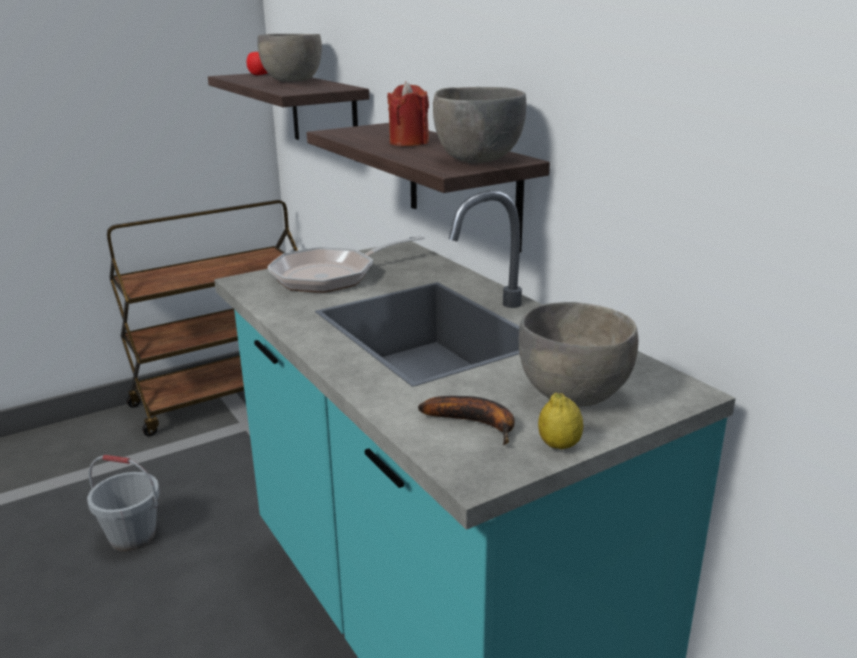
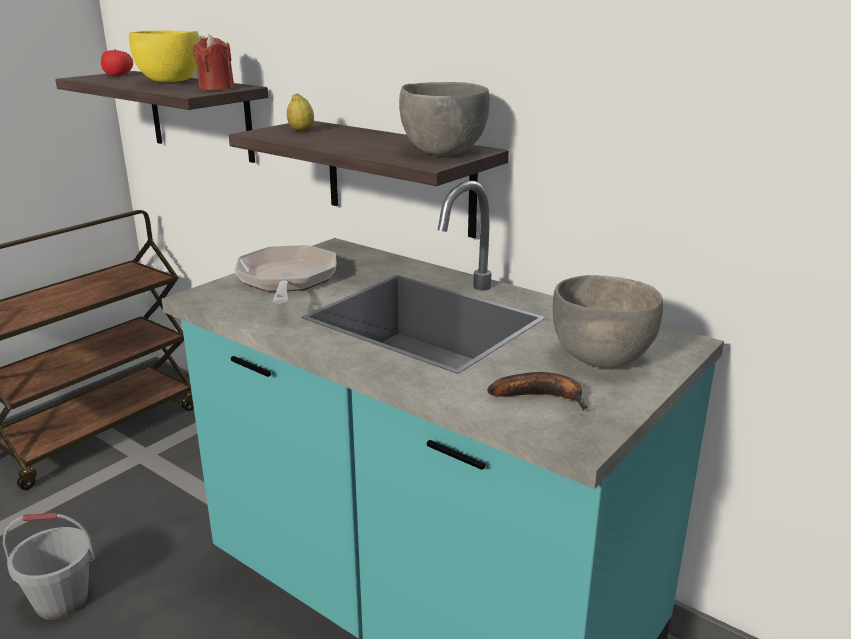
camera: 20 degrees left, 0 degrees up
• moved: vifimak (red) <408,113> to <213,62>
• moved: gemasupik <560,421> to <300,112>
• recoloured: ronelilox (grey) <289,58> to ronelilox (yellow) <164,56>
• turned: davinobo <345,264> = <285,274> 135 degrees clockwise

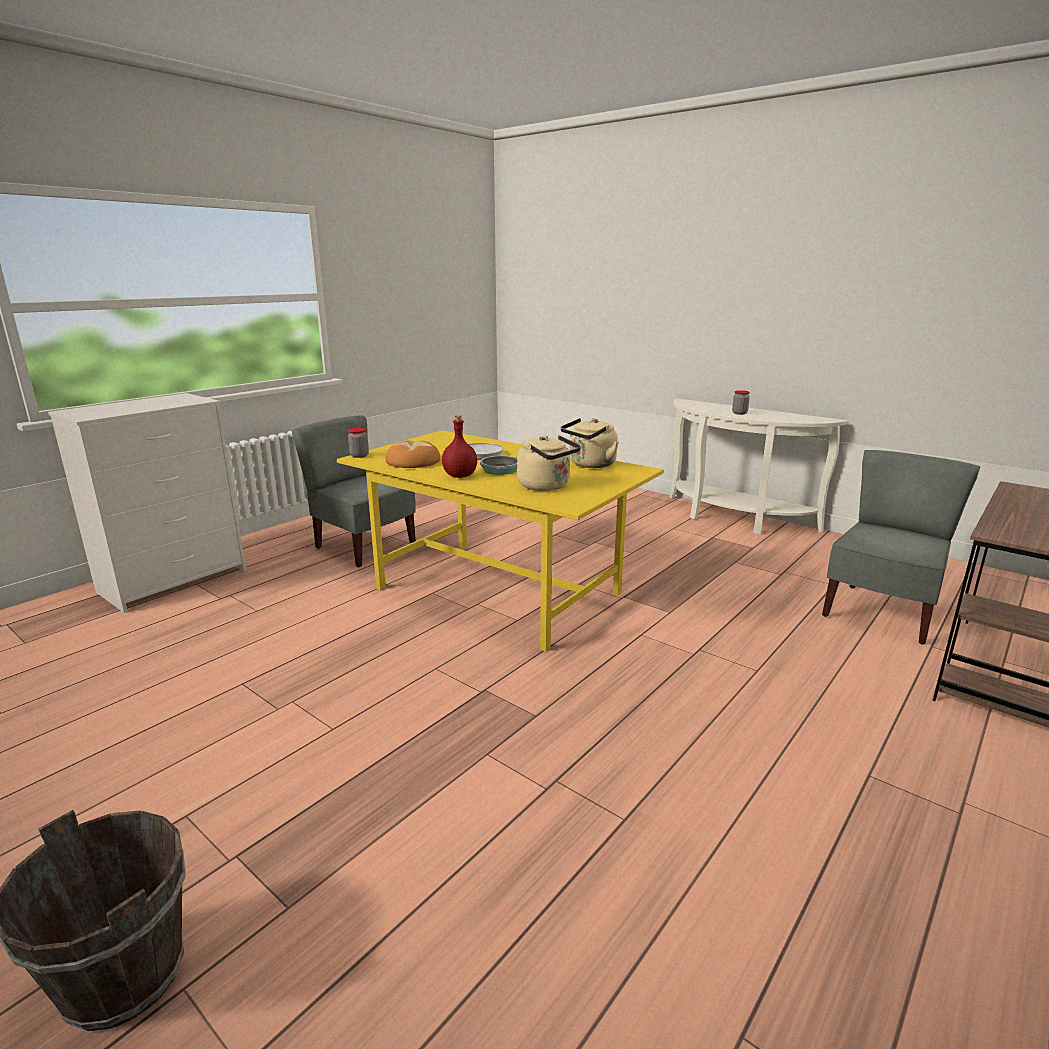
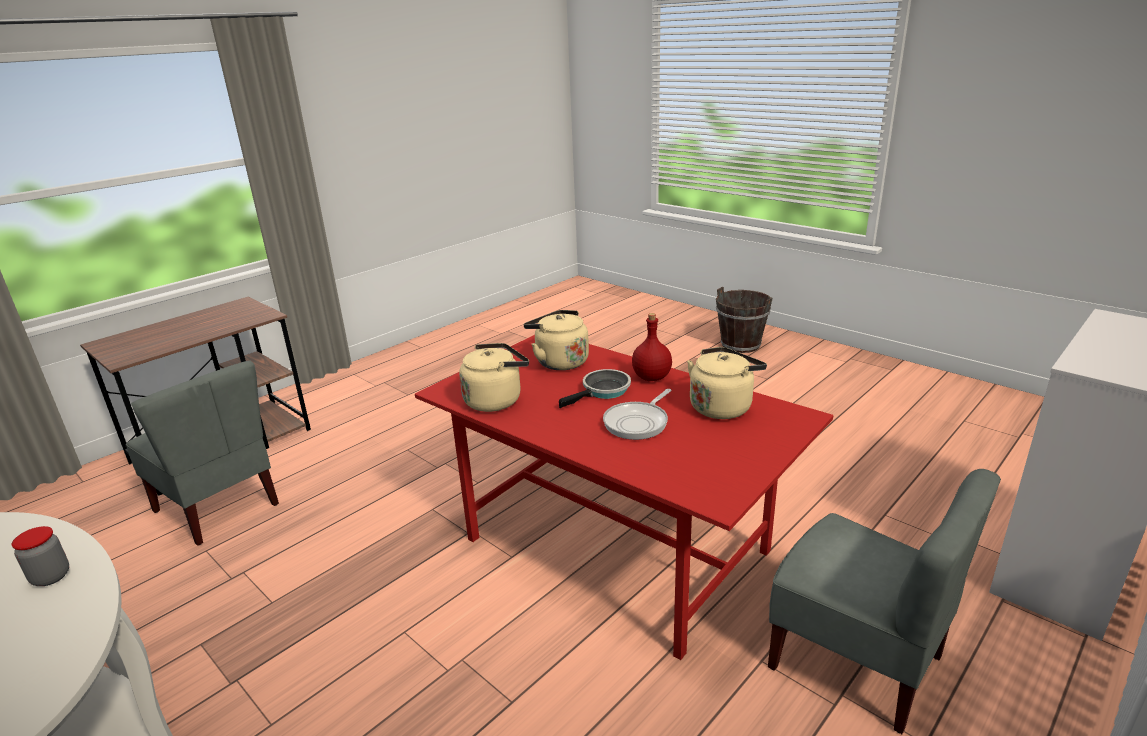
camera: 175 degrees left, 5 degrees up
• removed: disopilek <358,443>
• replaced: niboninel <412,454> to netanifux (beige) <727,383>
• recoloured: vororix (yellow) <500,541> to vororix (red) <624,497>
• turned: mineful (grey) <901,547> = <202,453> 90 degrees counterclockwise

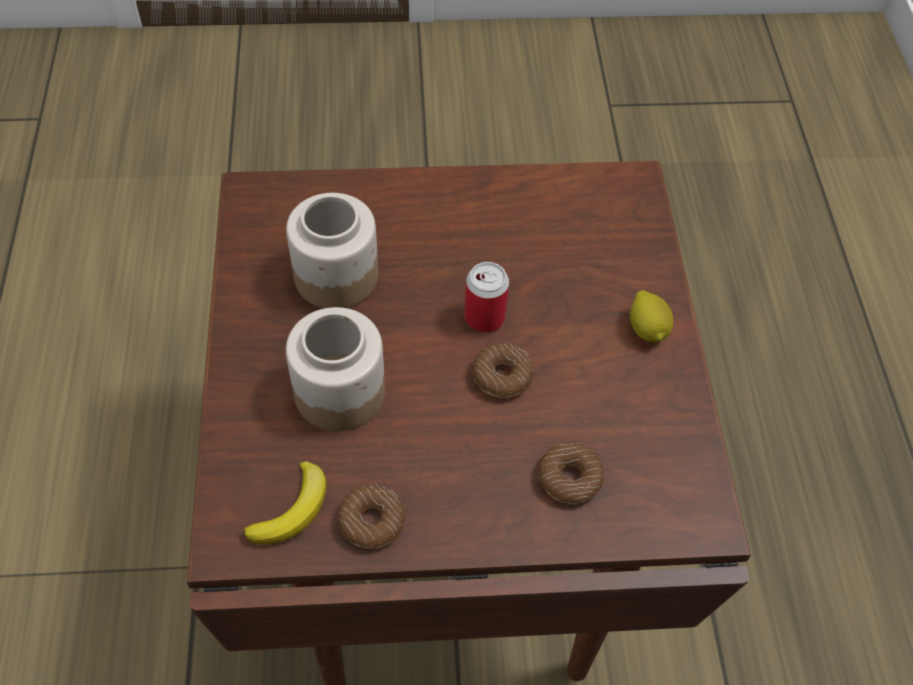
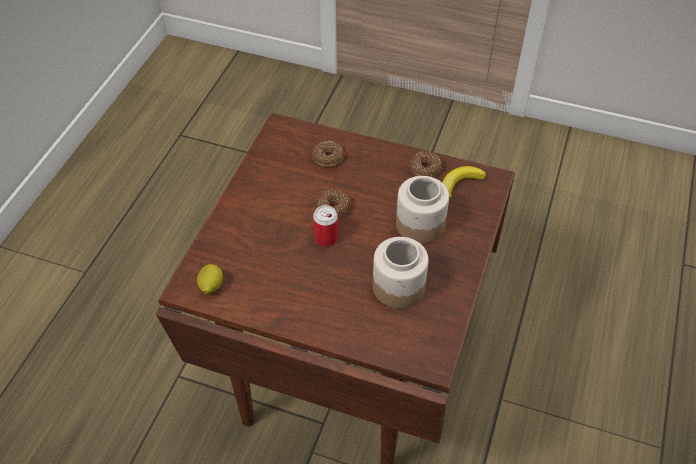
camera: 155 degrees left, 5 degrees down
• moved: gemasupik <651,316> to <210,279>

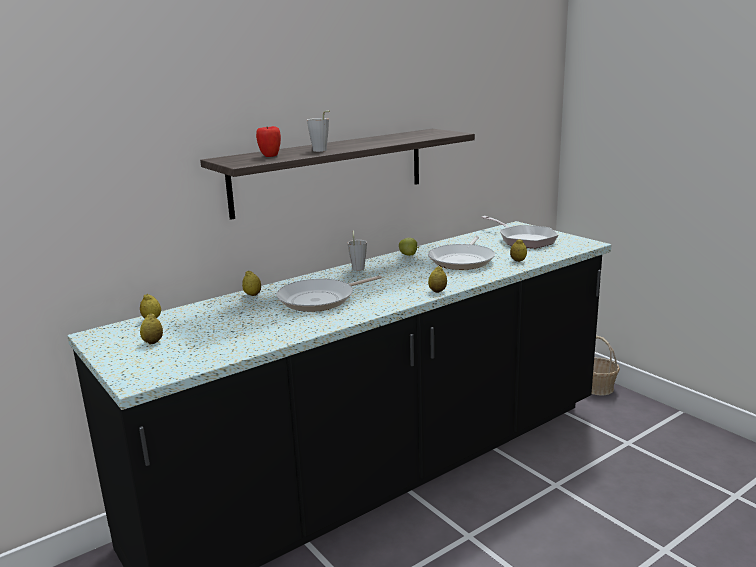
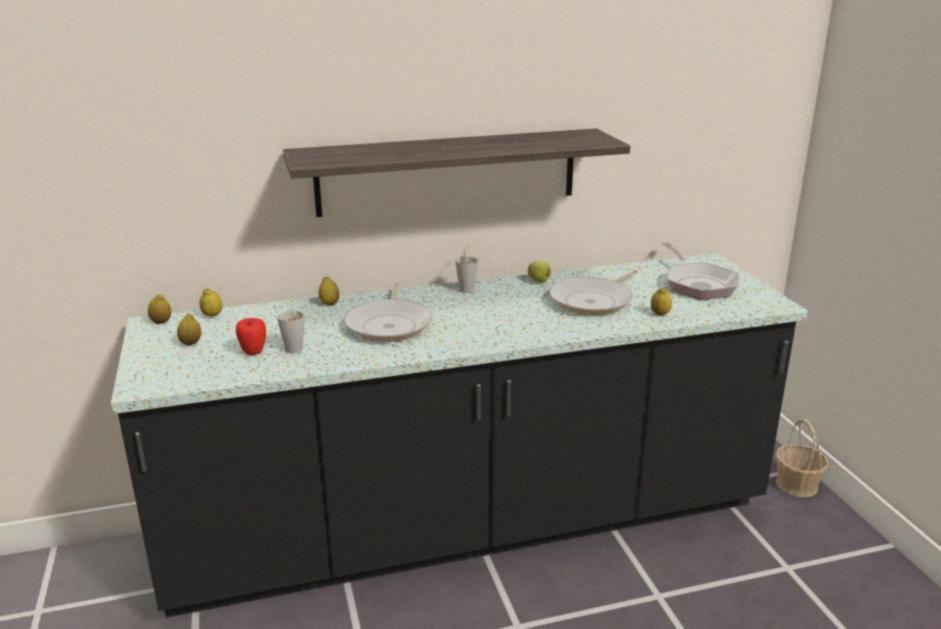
camera: 20 degrees right, 5 degrees up
• moved: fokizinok <268,141> to <251,336>
• moved: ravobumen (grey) <318,131> to <291,331>
• moved: gemasupik <437,279> to <159,309>
• turned: davinobo <329,293> = <388,312> 75 degrees counterclockwise

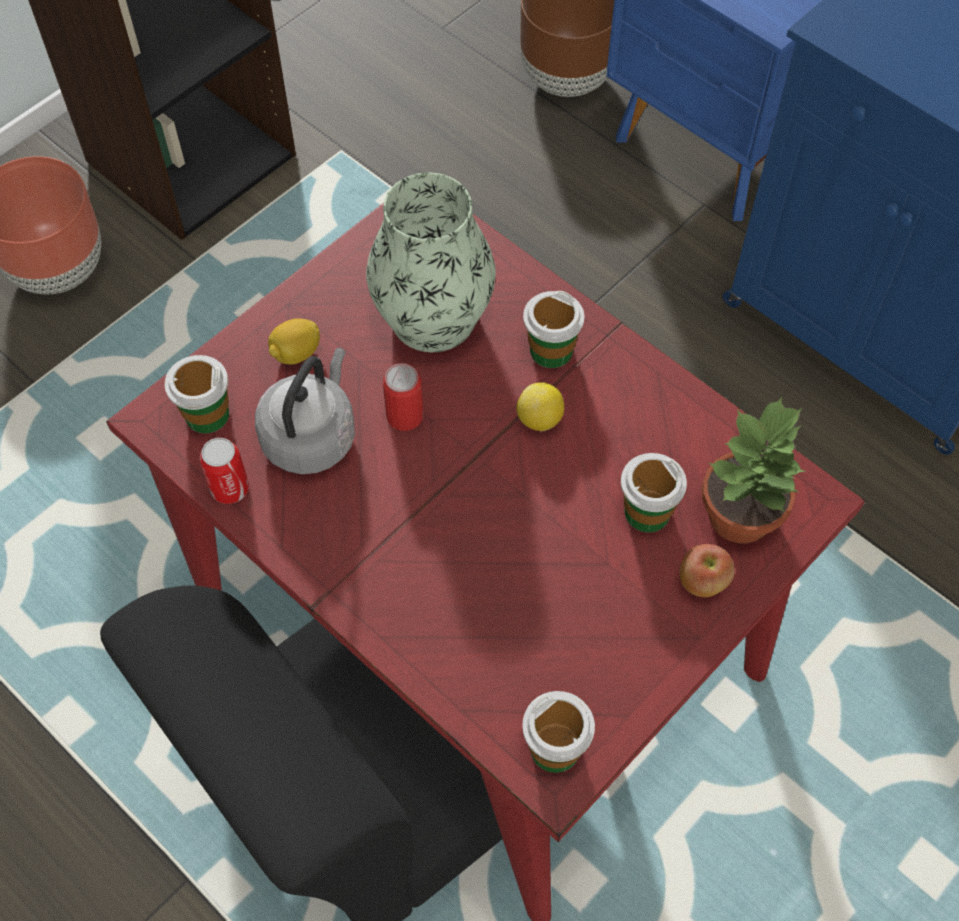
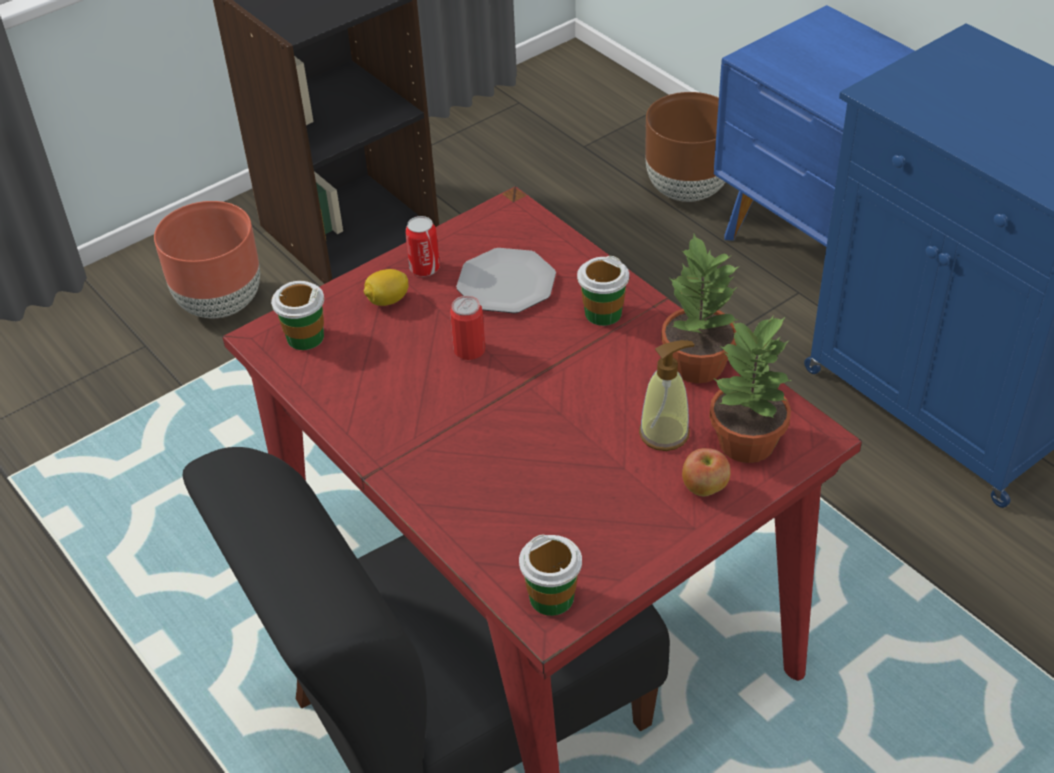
camera: 10 degrees right, 15 degrees down
• removed: netanifux (grey) <305,411>
• removed: gemasupik <540,407>
• added: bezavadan <700,308>
• moved: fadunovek <224,471> to <422,246>
• replaced: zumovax <431,262> to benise <506,280>
• replaced: ravobumen <654,492> to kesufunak <667,395>

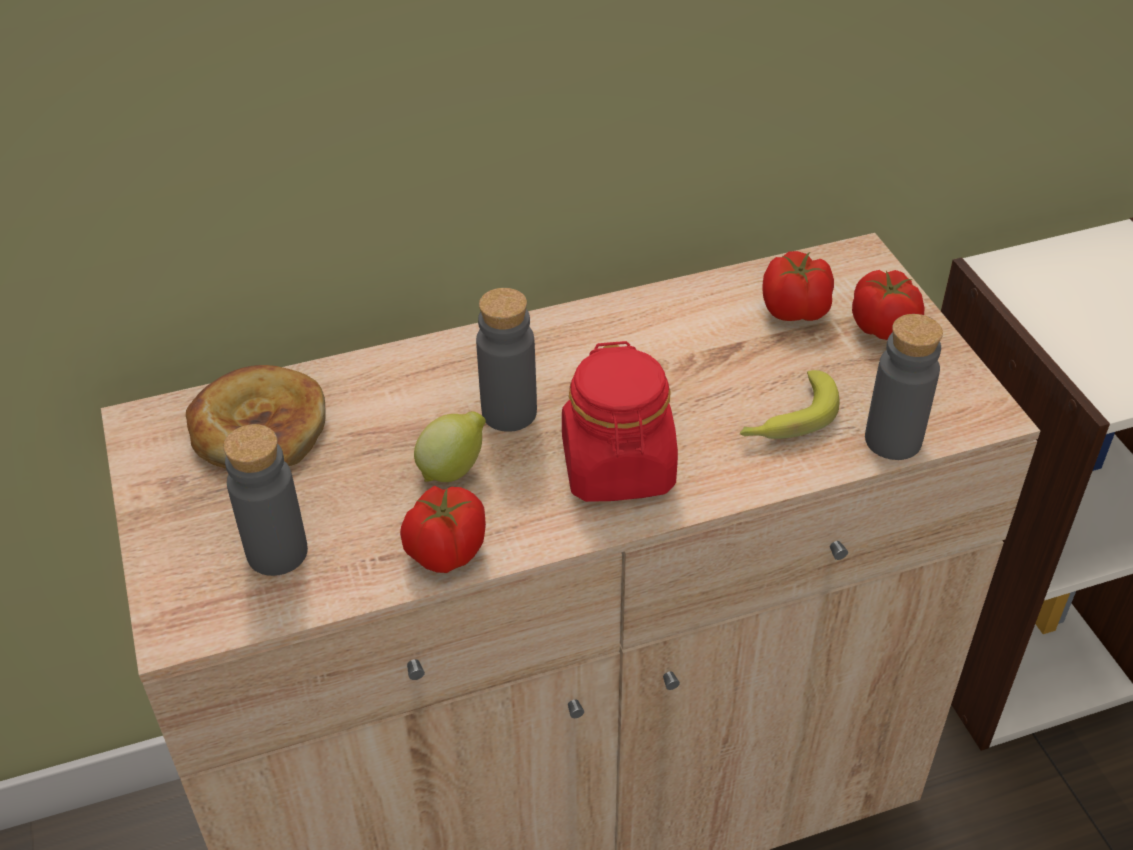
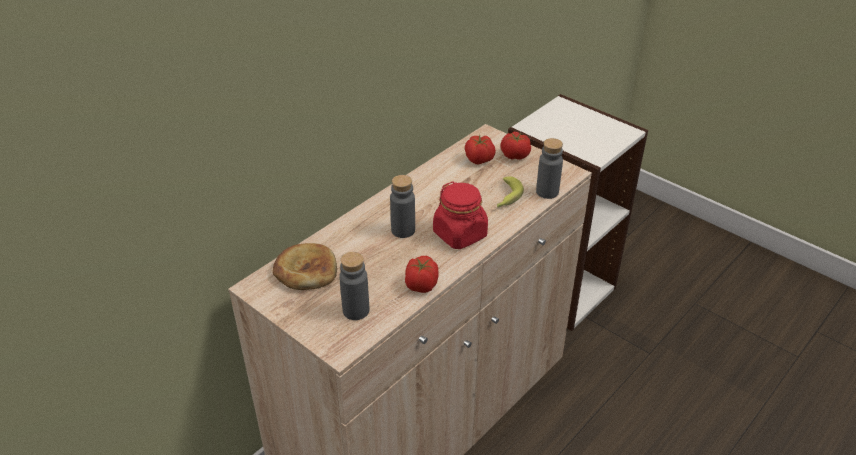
camera: 30 degrees left, 5 degrees down
• removed: gemasupik <450,446>

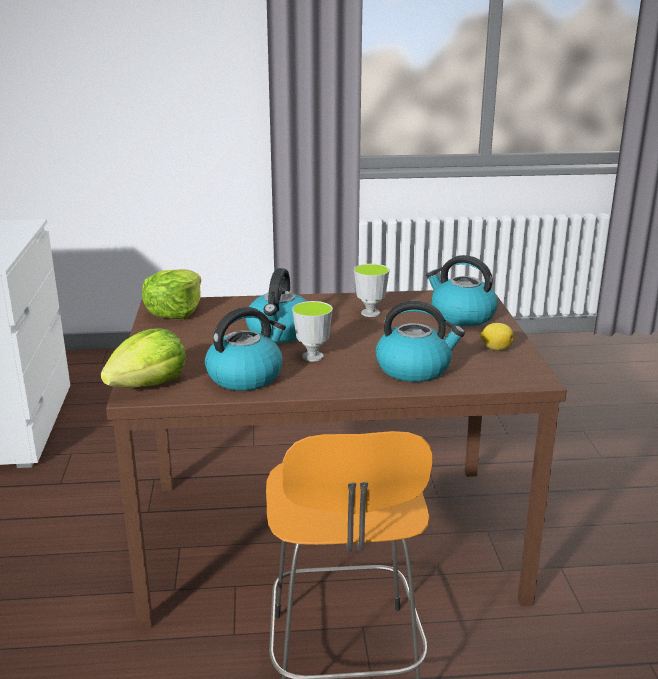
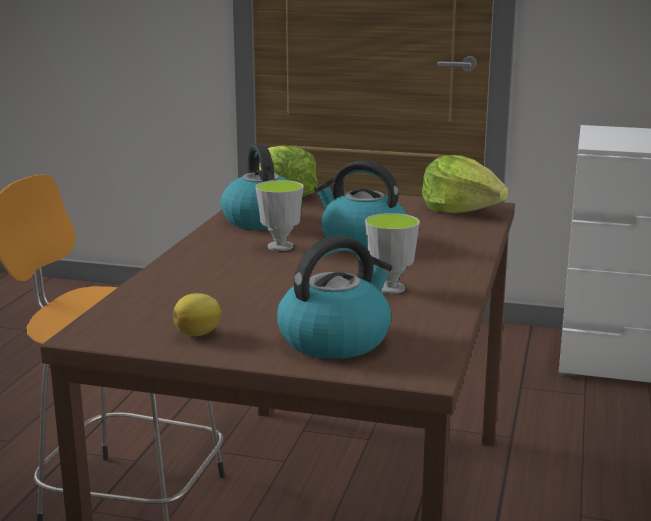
camera: 110 degrees right, 5 degrees down
• removed: netanifux <420,341>

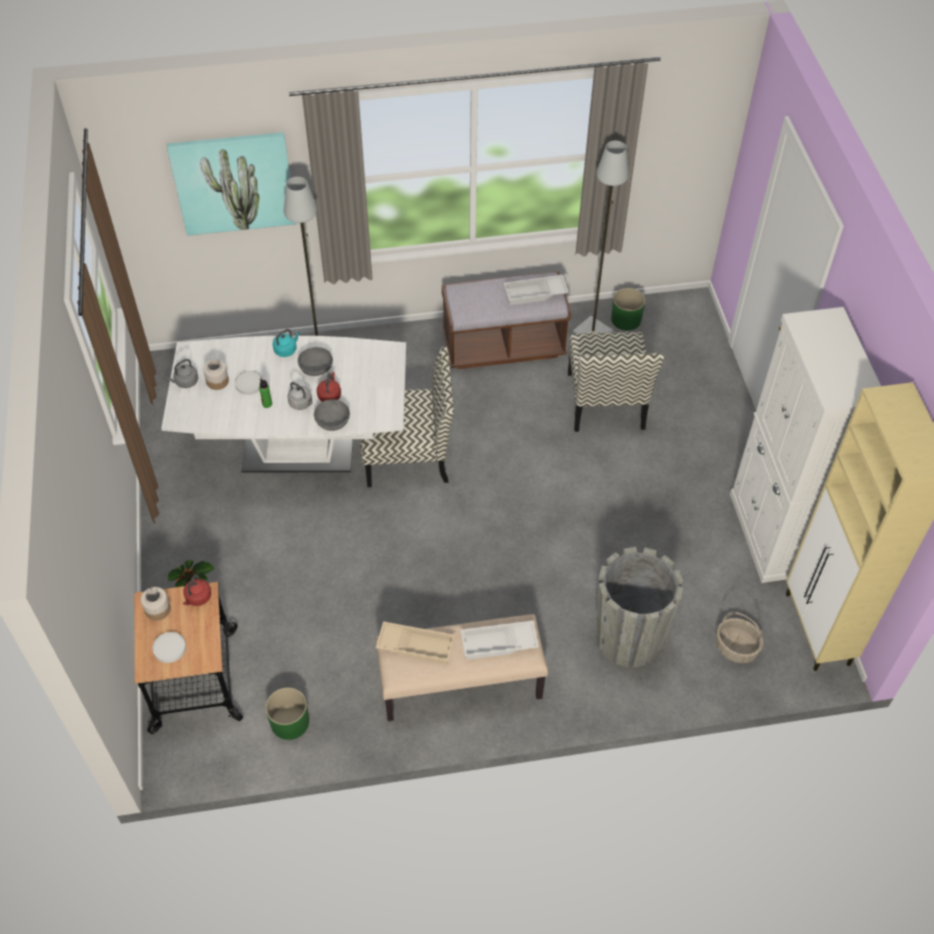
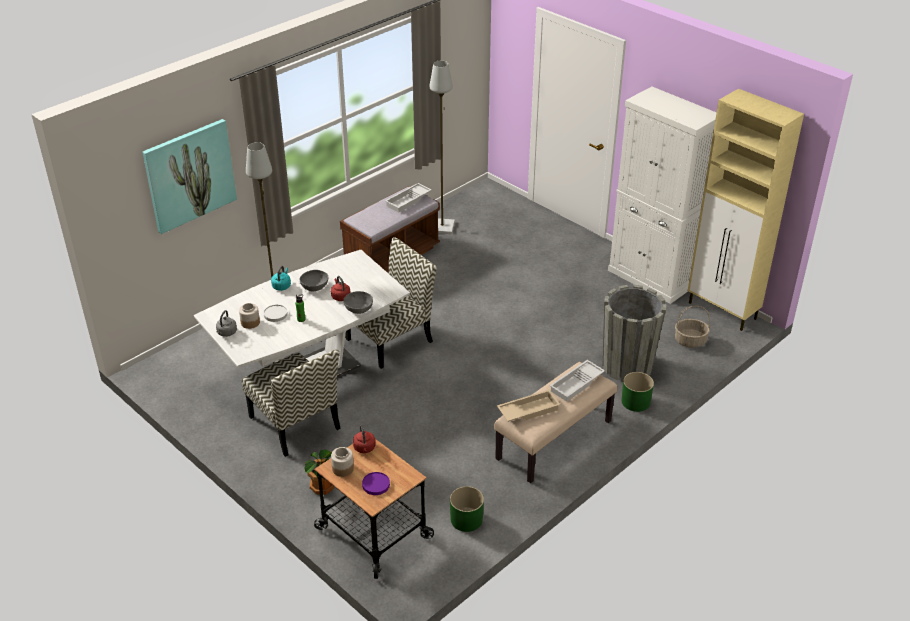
camera: 35 degrees left, 15 degrees down
• removed: netanifux (grey) <300,396>
• moved: mineful <616,382> to <291,403>
• moved: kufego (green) <628,309> to <637,392>
• recoloured: benise (white) <169,647> to benise (purple) <376,483>

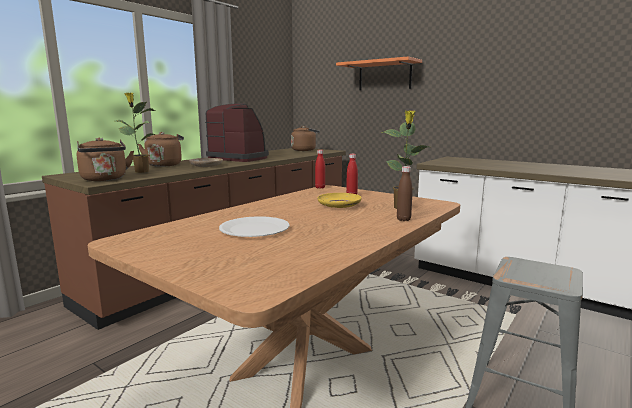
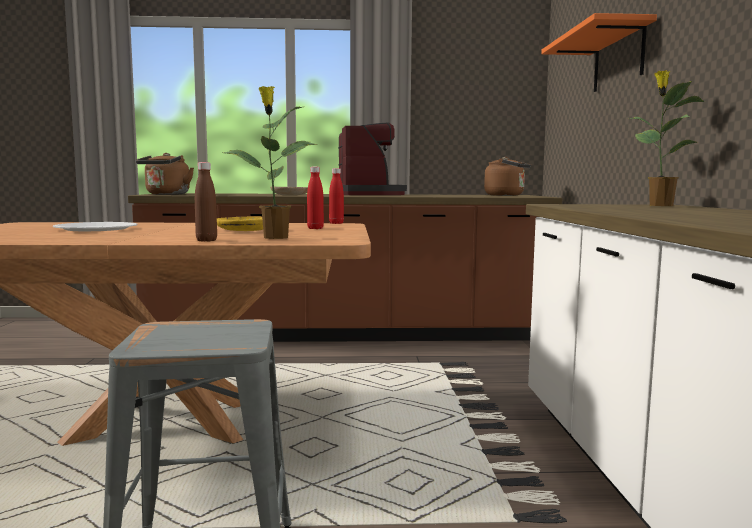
camera: 50 degrees right, 5 degrees down
• removed: netanifux (brown) <161,149>
• moved: bezavadan <135,132> to <667,138>

